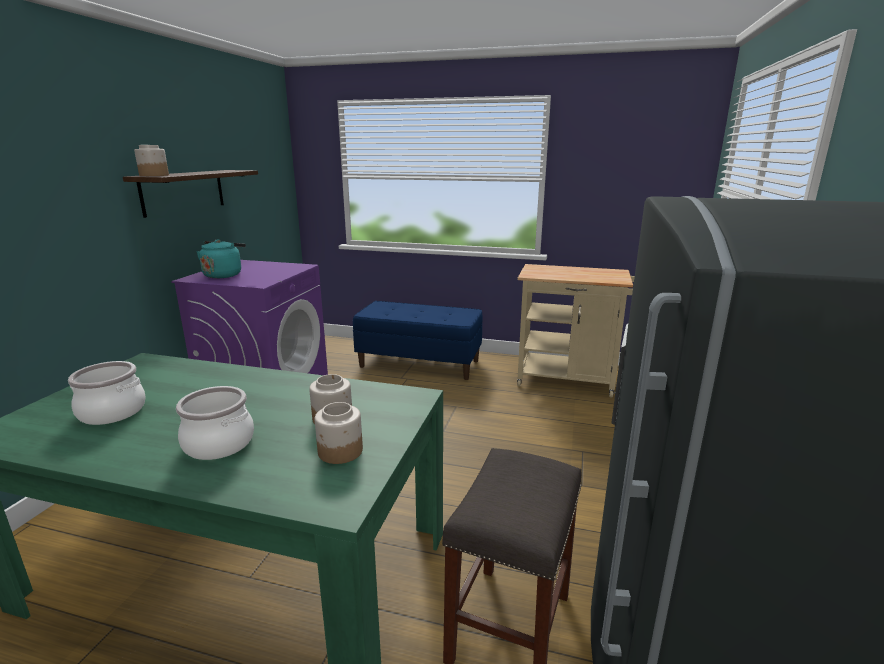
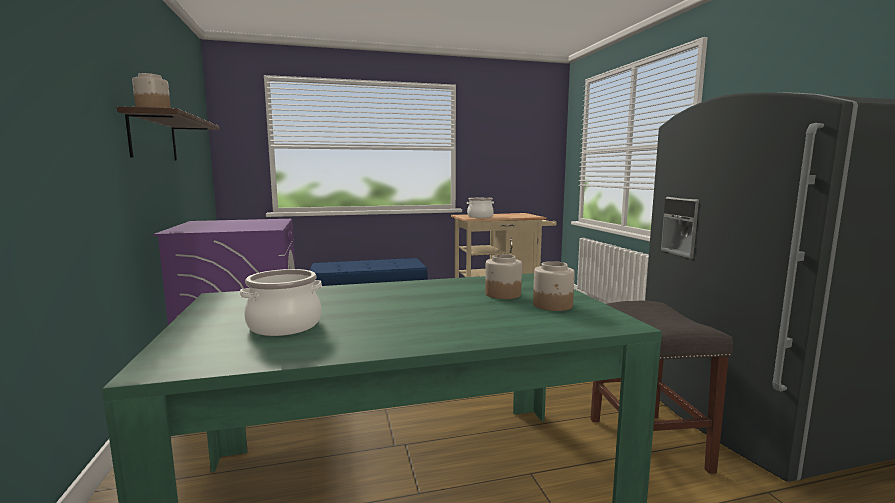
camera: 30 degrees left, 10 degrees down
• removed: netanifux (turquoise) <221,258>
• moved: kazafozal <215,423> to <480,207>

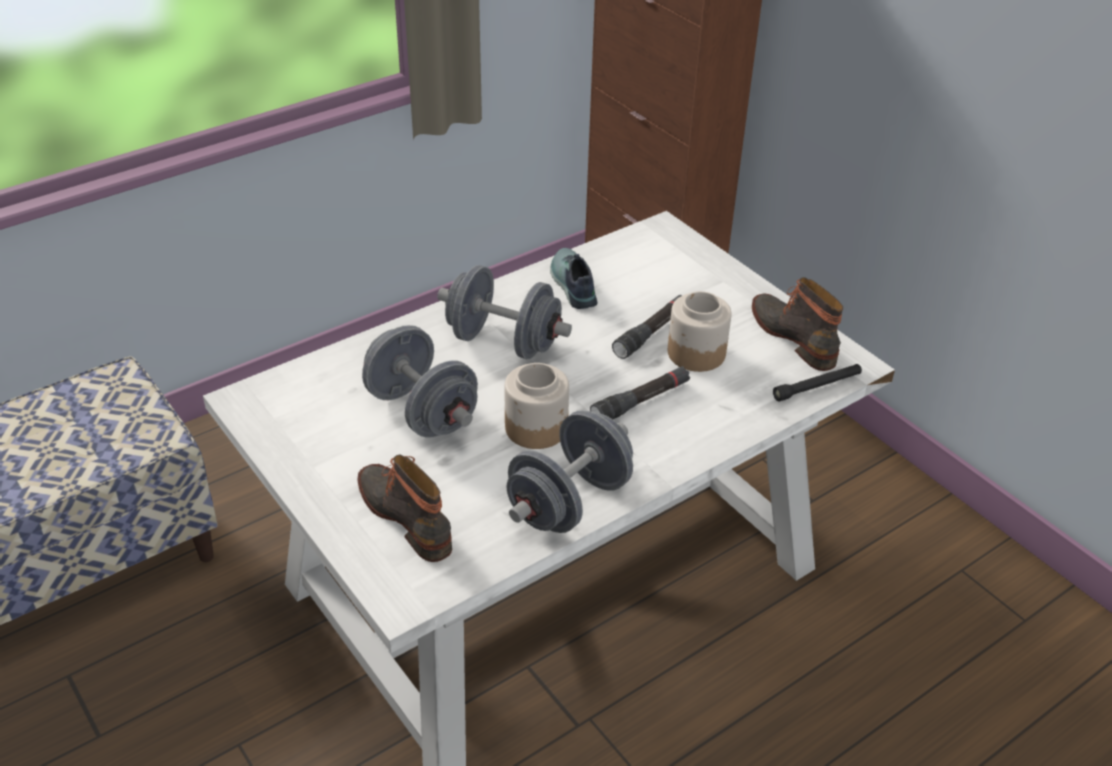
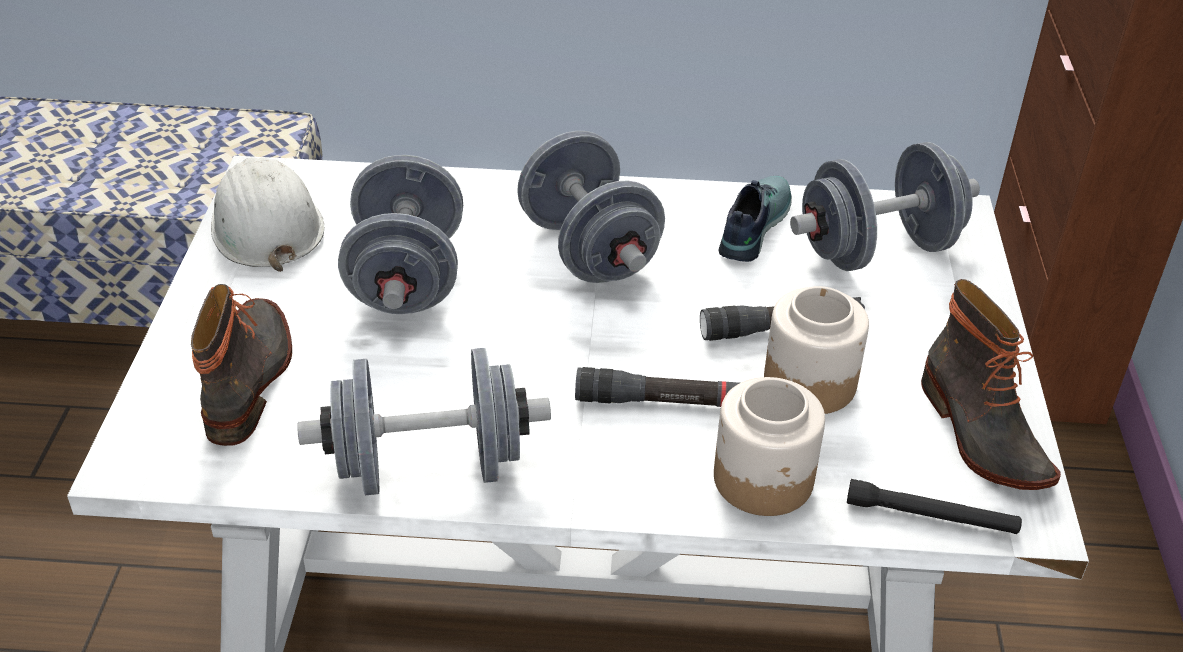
camera: 40 degrees right, 0 degrees up
• added: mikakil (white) <267,214>
• added: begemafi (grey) <885,206>
• moved: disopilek <536,406> to <769,446>
• turned: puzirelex <797,324> = <991,384> 150 degrees clockwise

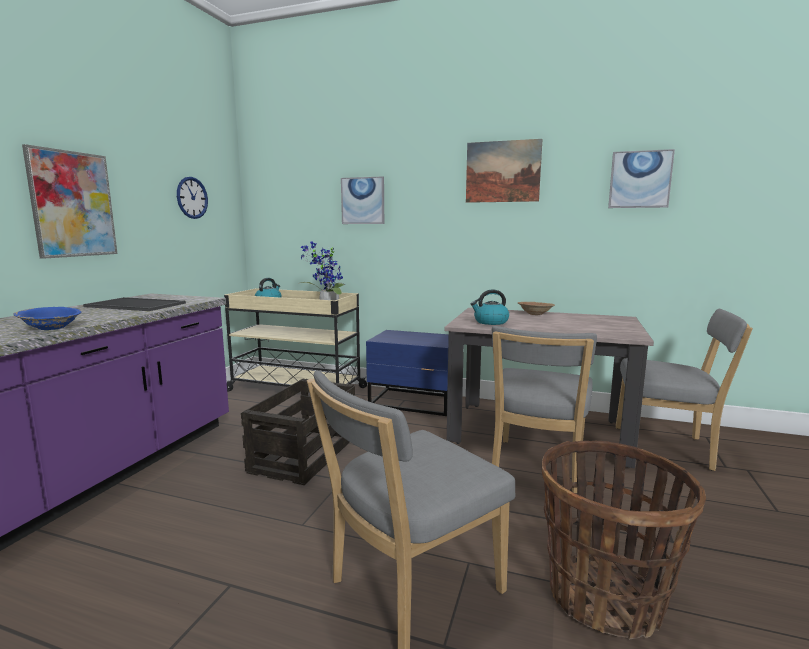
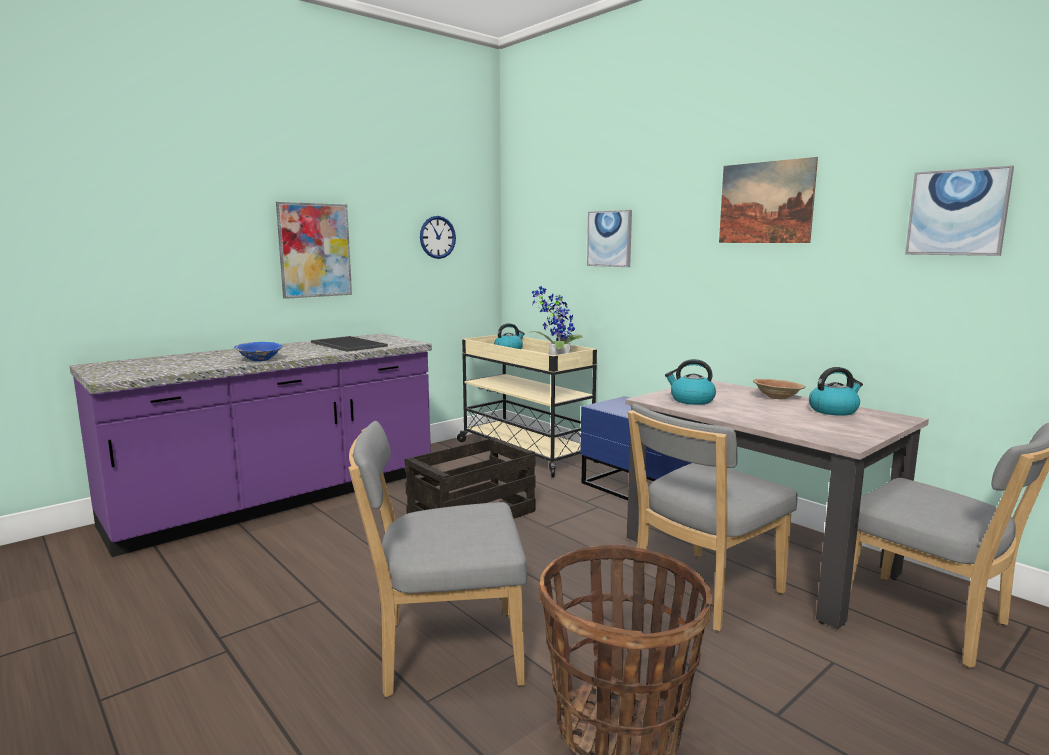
camera: 30 degrees right, 0 degrees up
• added: netanifux <836,391>

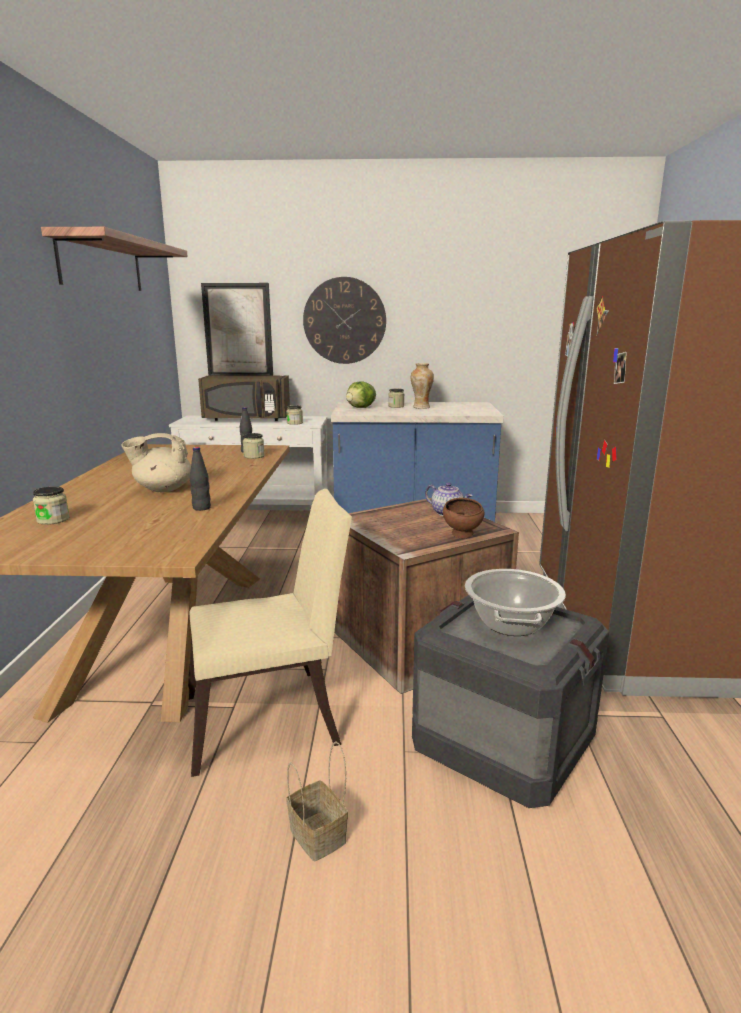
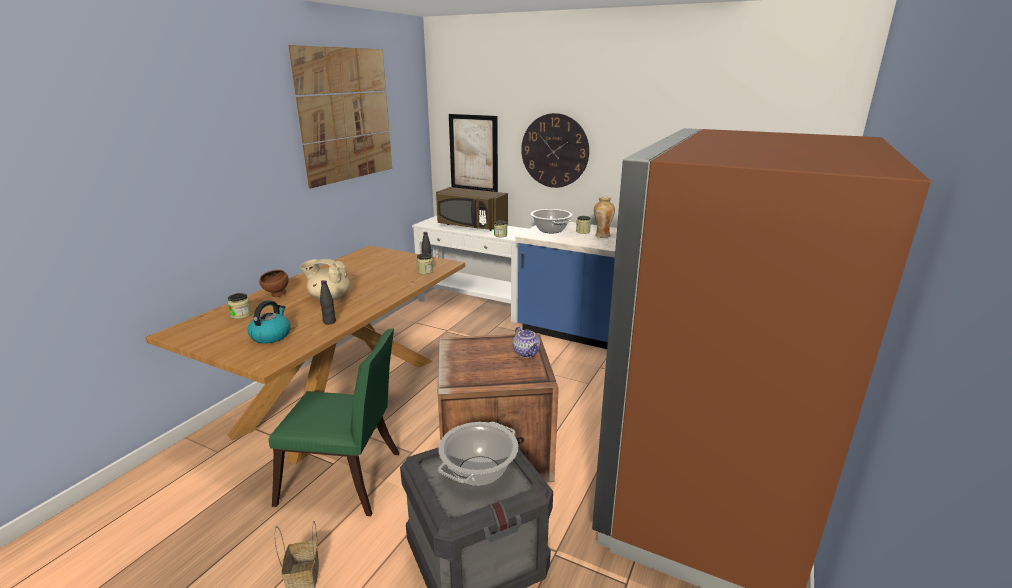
camera: 25 degrees right, 5 degrees up
• added: netanifux <269,322>
• moved: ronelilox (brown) <463,518> to <274,283>
• replaced: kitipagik <114,259> to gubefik <340,117>
• replaced: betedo <361,394> to kazafozal <551,221>
• recoloured: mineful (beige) <270,633> to mineful (green) <333,422>

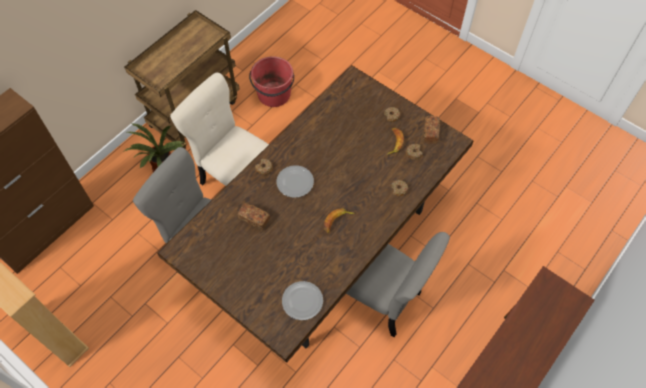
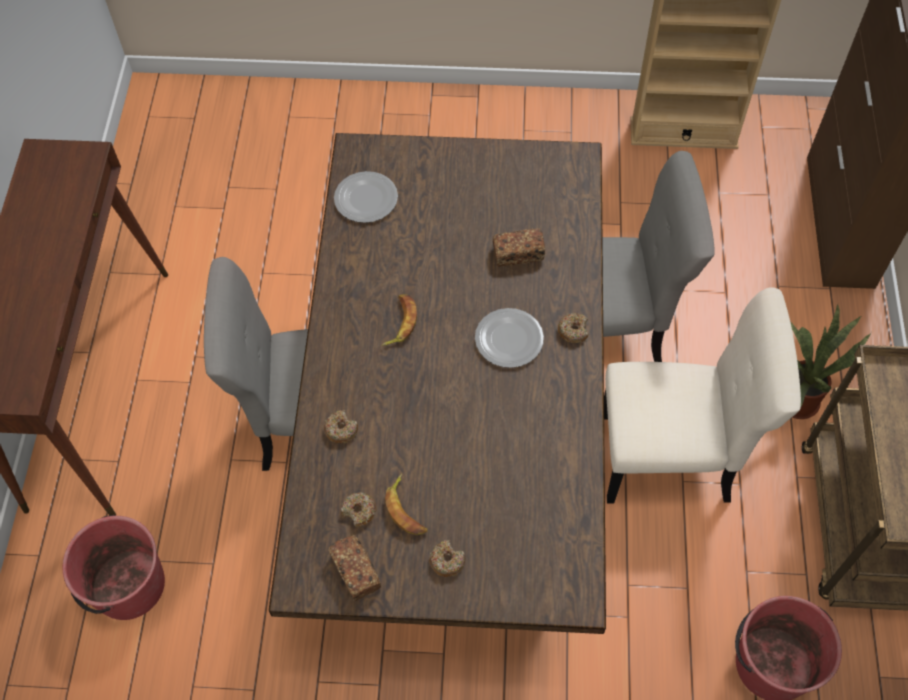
camera: 145 degrees right, 0 degrees up
• added: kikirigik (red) <114,567>

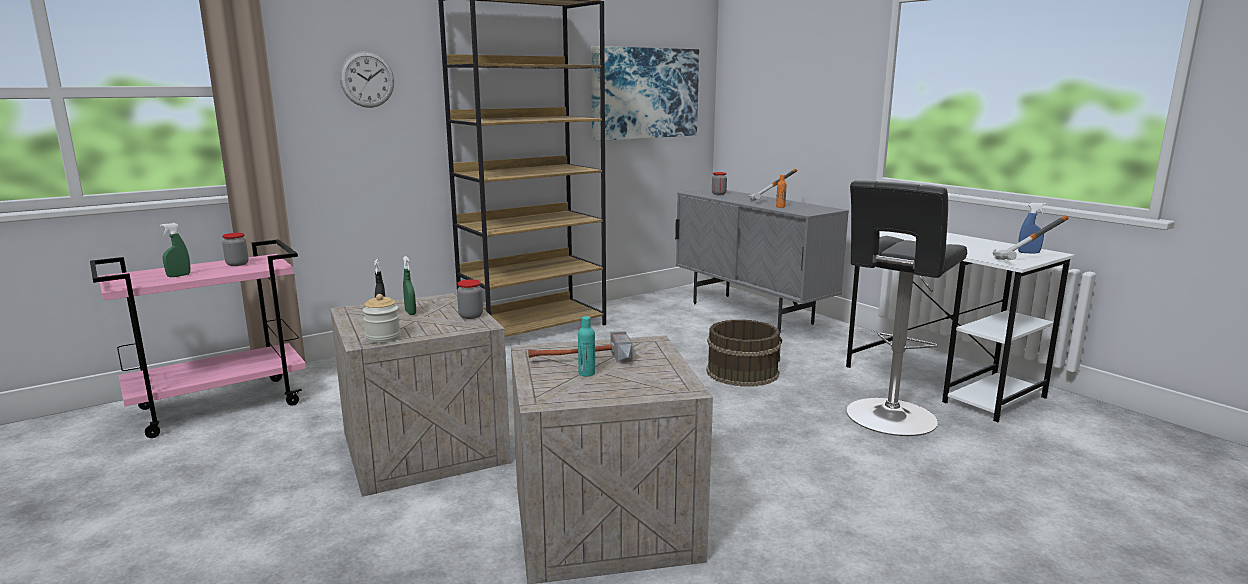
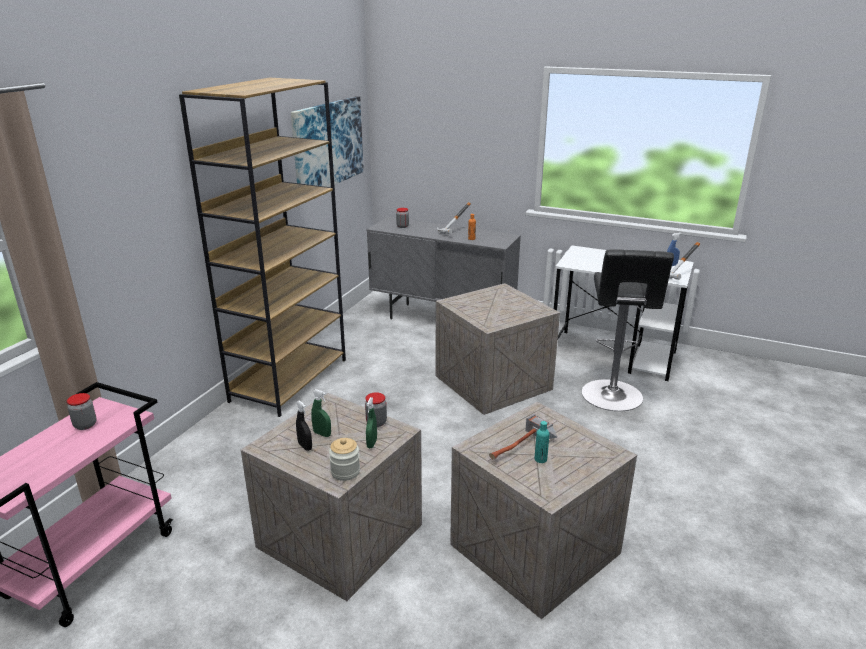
camera: 30 degrees left, 10 degrees up
• removed: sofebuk <367,79>
• moved: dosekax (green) <175,250> to <371,422>
• replaced: kikirigik (brown) <744,353> to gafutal <498,349>

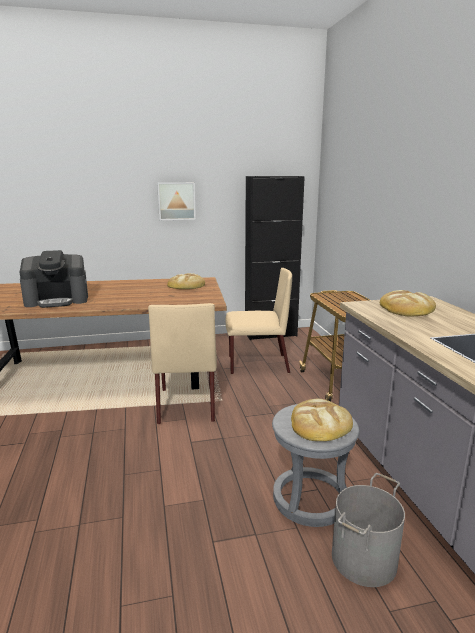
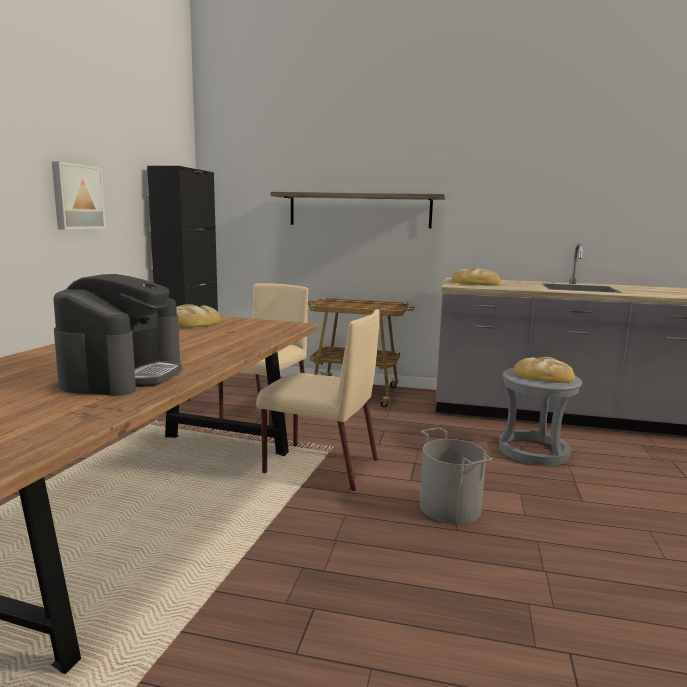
camera: 65 degrees left, 5 degrees down
• added: kitipagik <358,210>
• moved: kikirigik (grey) <368,530> to <456,476>

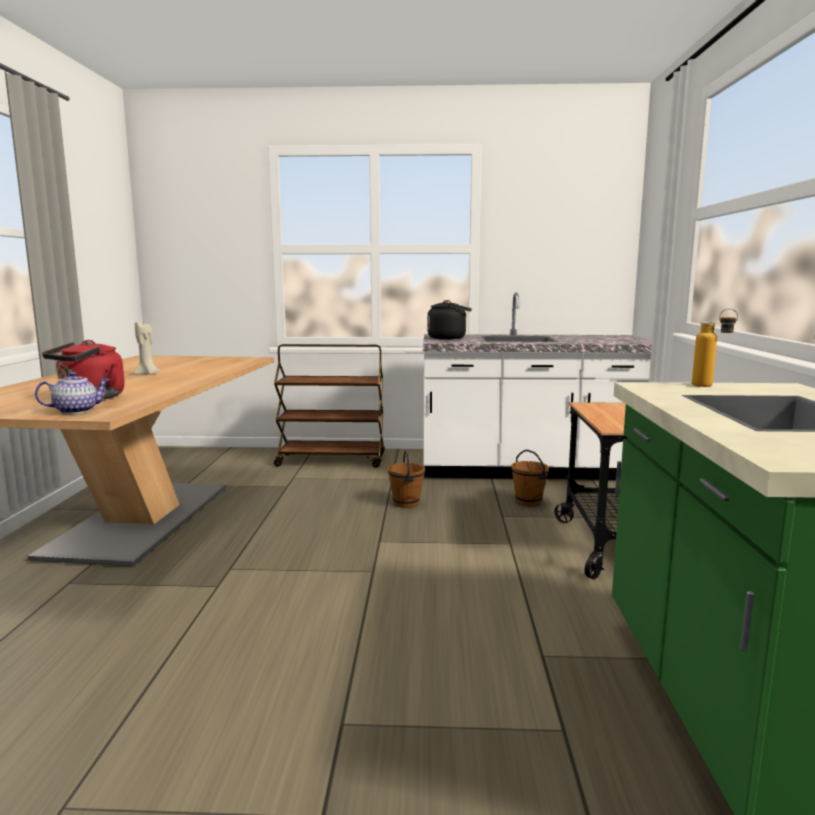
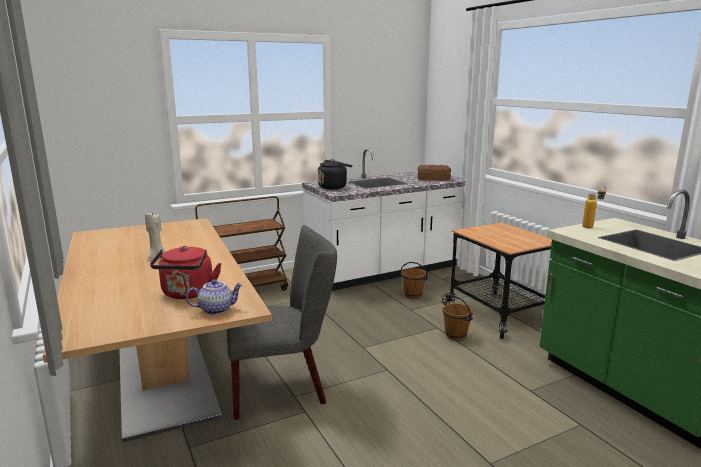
camera: 30 degrees left, 5 degrees up
• added: mineful (grey) <282,322>
• added: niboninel <434,173>
• moved: kikirigik (brown) <406,479> to <458,318>
• turned: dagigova <73,393> = <214,297> 45 degrees clockwise

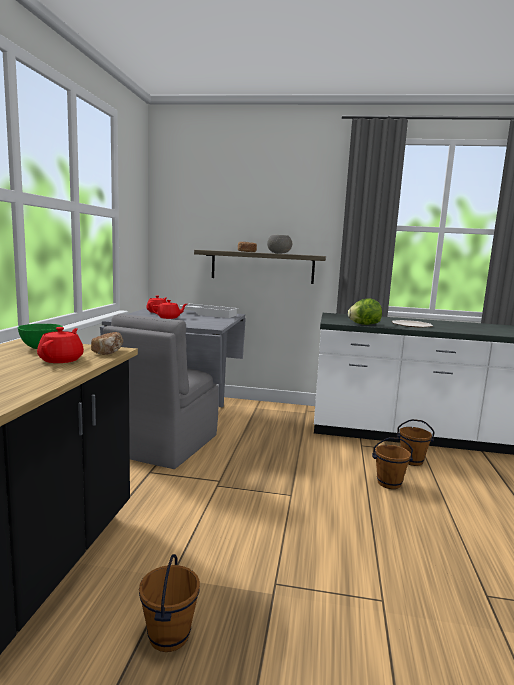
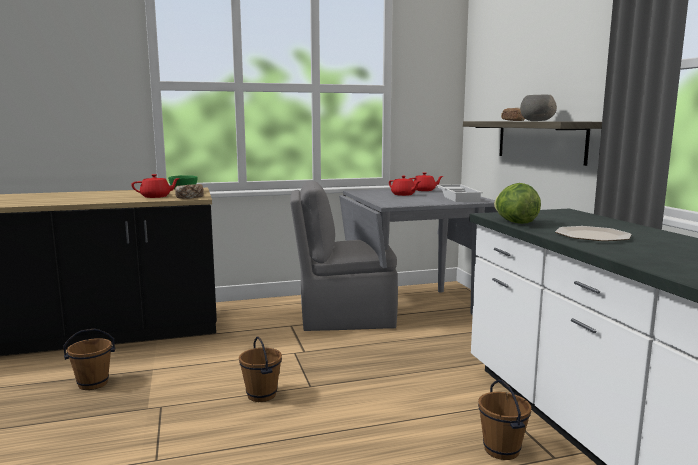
camera: 65 degrees right, 0 degrees up
• moved: kikirigik (brown) <392,463> to <260,369>

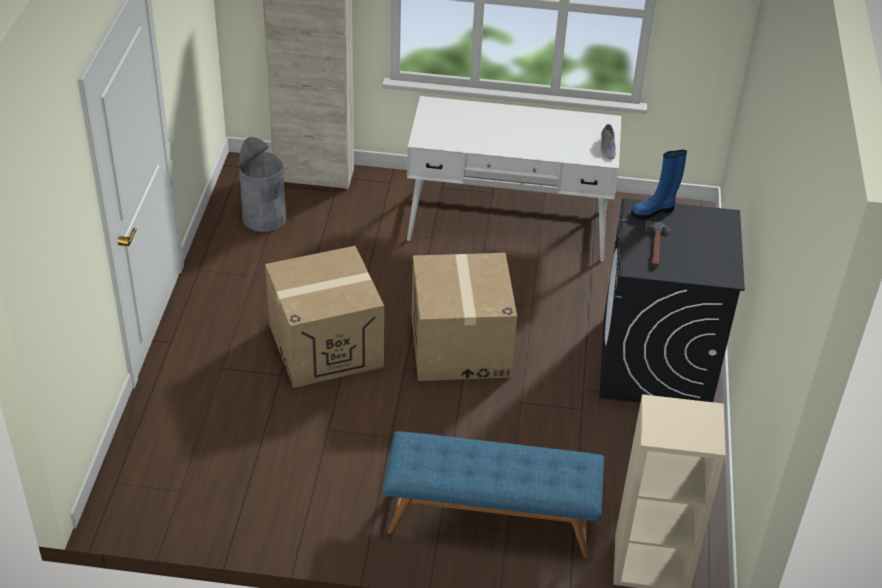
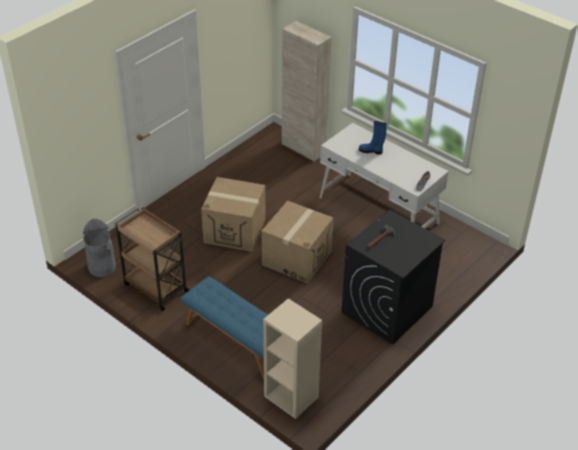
camera: 35 degrees right, 0 degrees up
• added: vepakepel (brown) <151,259>
• moved: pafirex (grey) <262,184> to <99,248>
• moved: puzirelex (blue) <659,184> to <373,138>

